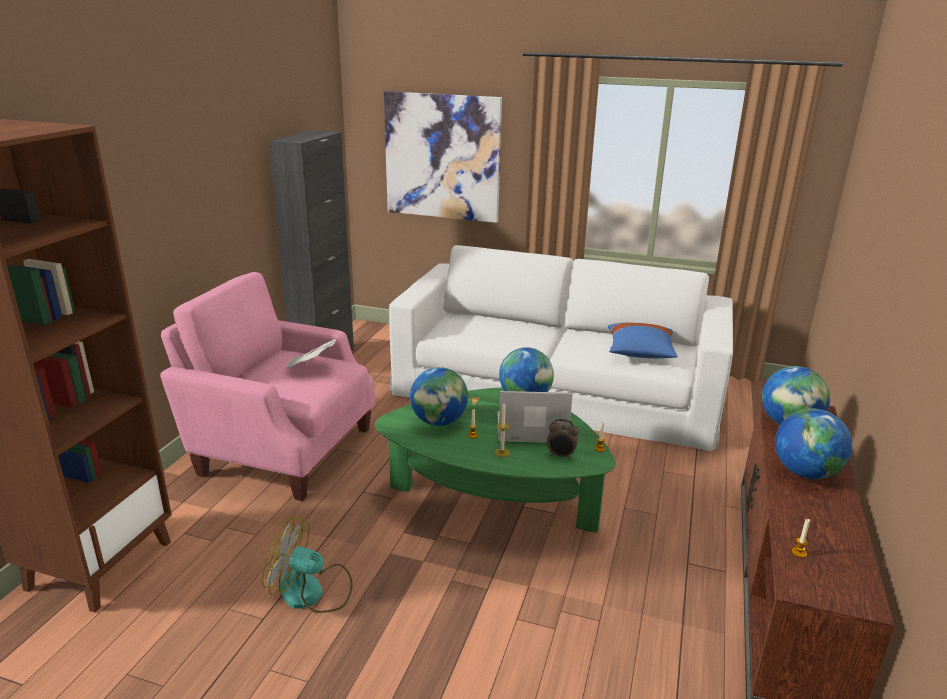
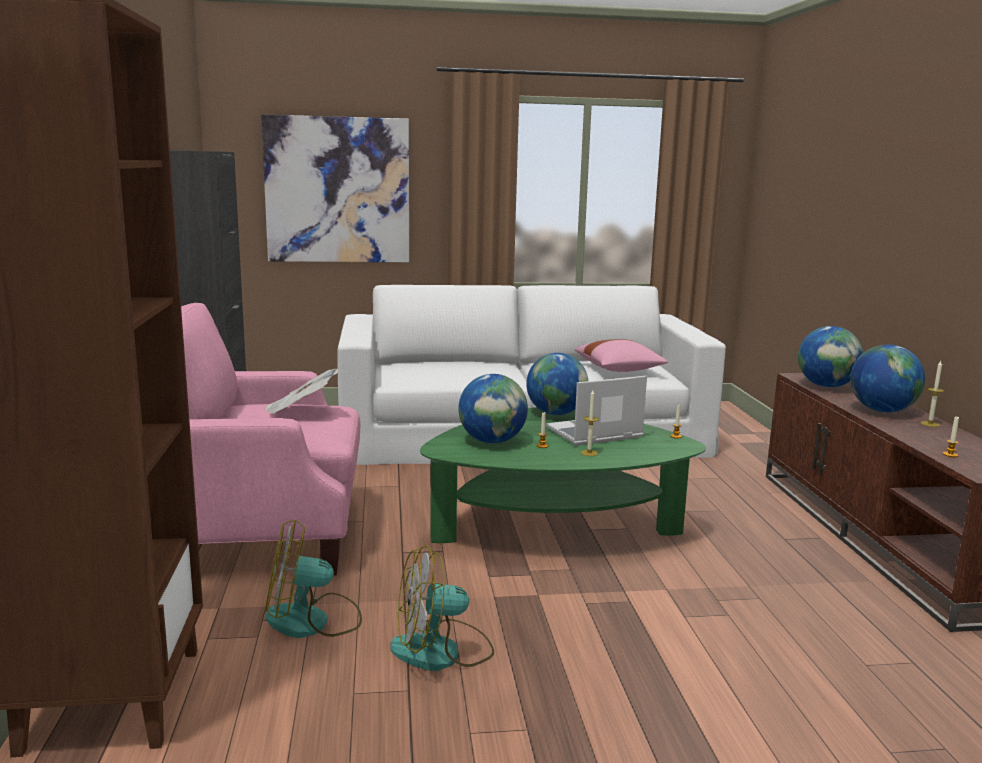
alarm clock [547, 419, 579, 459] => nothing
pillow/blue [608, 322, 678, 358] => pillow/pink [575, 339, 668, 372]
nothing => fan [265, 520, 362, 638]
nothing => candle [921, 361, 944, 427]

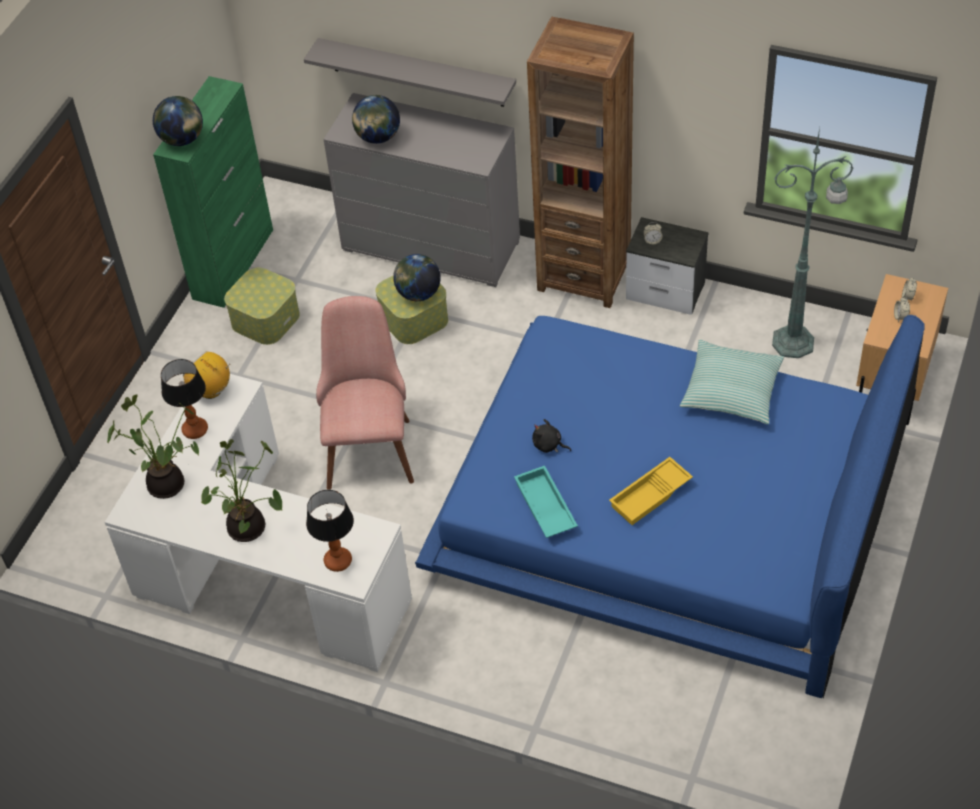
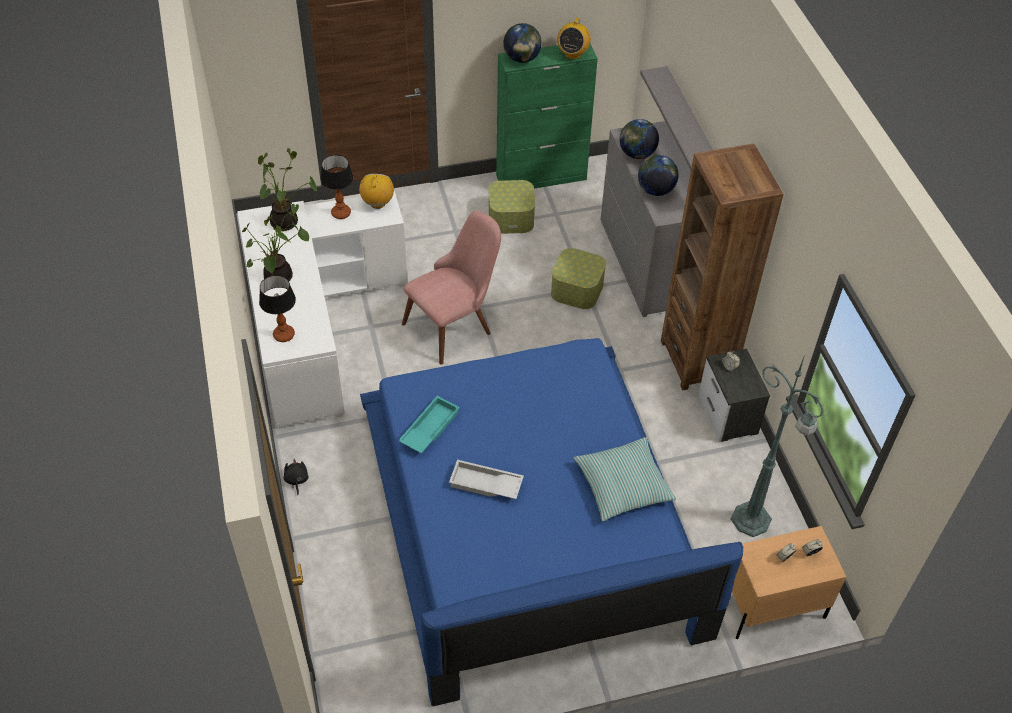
globe [393, 254, 441, 301] => globe [638, 155, 679, 196], relocated
plush toy/black [532, 419, 571, 453] => plush toy/black [283, 459, 309, 495], relocated
tray/yellow [609, 457, 693, 525] => tray/white [449, 460, 524, 499]
nothing => radio [557, 18, 591, 59]

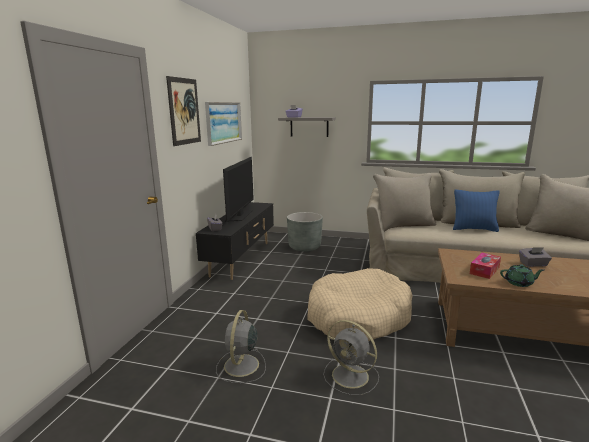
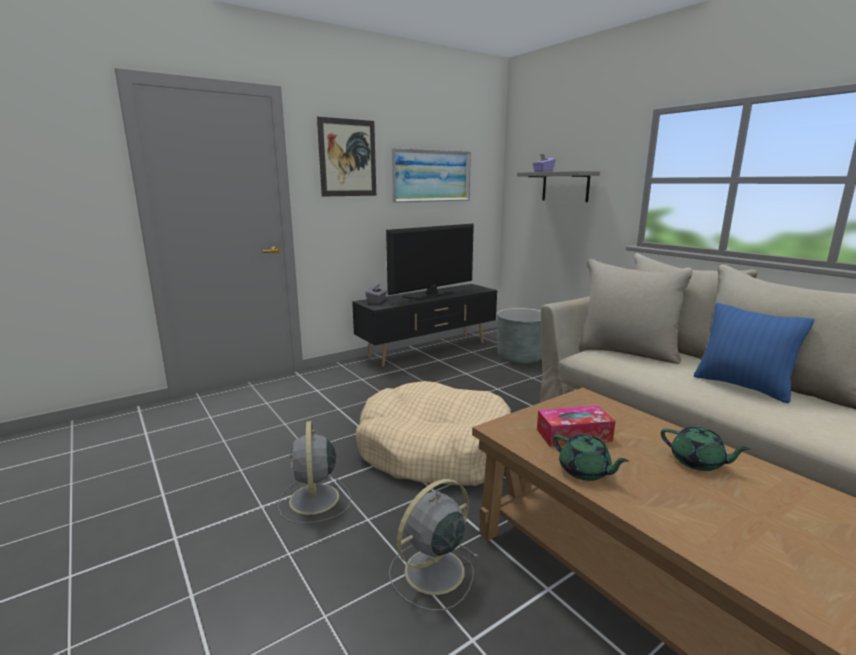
fan/grey [216, 310, 266, 383] => fan/grey [389, 479, 479, 611], relocated
tissue box/grey [519, 247, 552, 267] => teapot/green [661, 427, 750, 471]

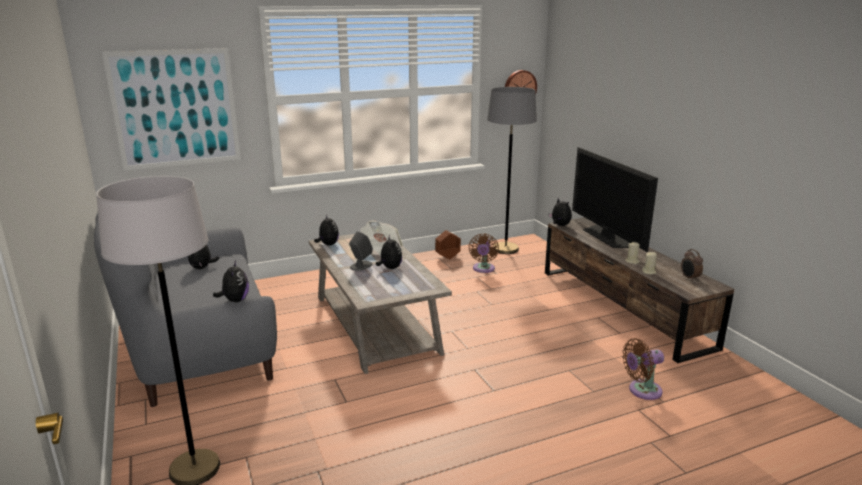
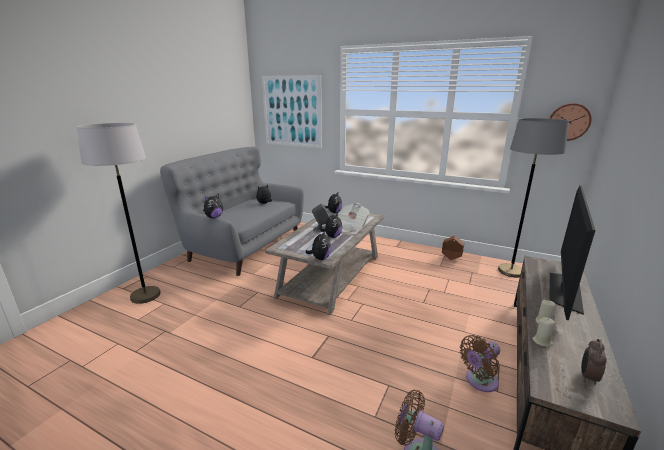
fan/brown [469, 234, 499, 273] => fan/brown [460, 335, 500, 392], relocated
plush toy [549, 198, 572, 226] => plush toy [305, 231, 331, 260], relocated

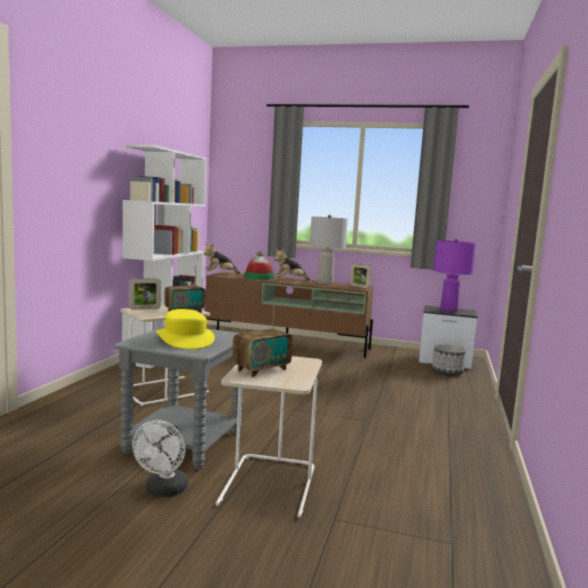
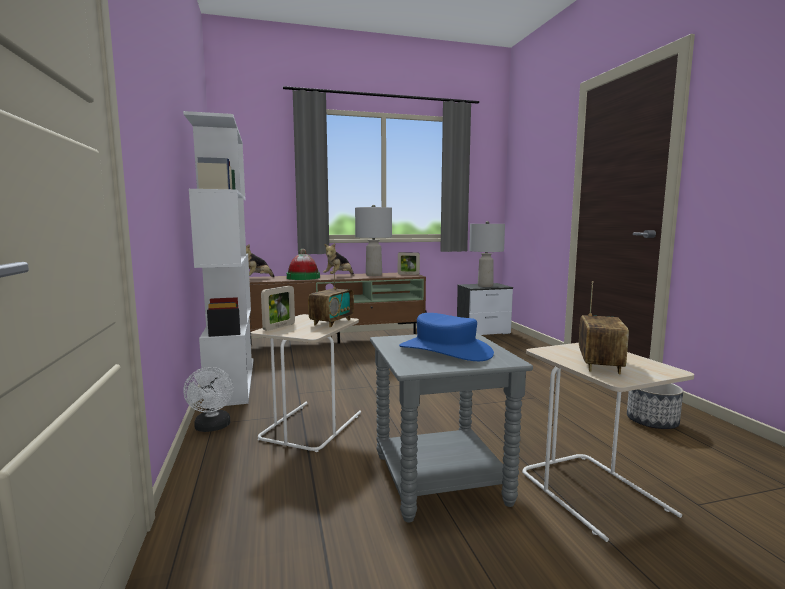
fan/white [132, 420, 188, 497] => fan/white [183, 367, 234, 432], relocated
hat/yellow [156, 309, 215, 349] => hat/blue [399, 313, 494, 361]
planter [432, 344, 466, 375] => planter [627, 383, 683, 429], relocated
table lamp/purple [433, 239, 476, 313] => table lamp/grey [469, 221, 505, 287]

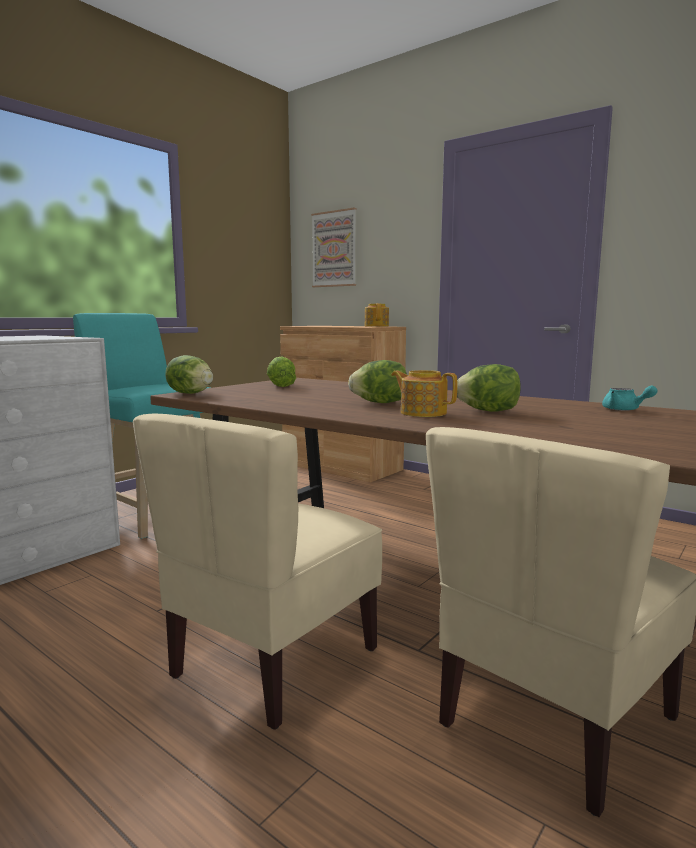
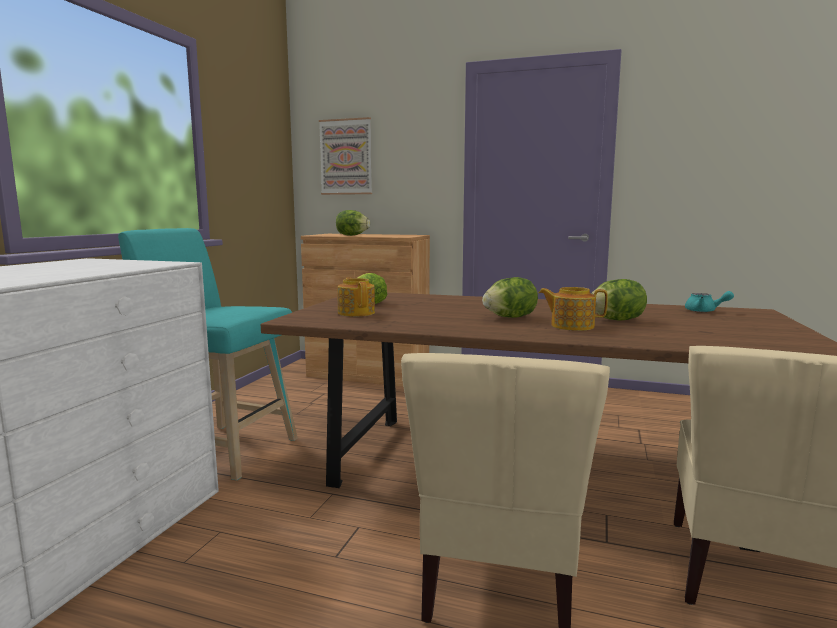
lettuce [165, 355, 213, 394] => lettuce [336, 210, 370, 236], relocated
teapot [365, 303, 389, 326] => teapot [337, 277, 375, 317], relocated

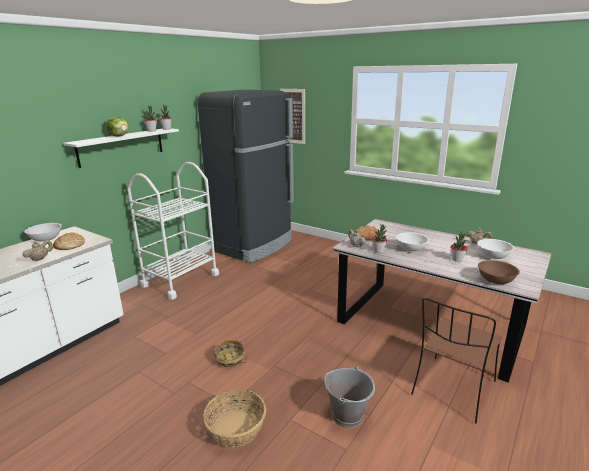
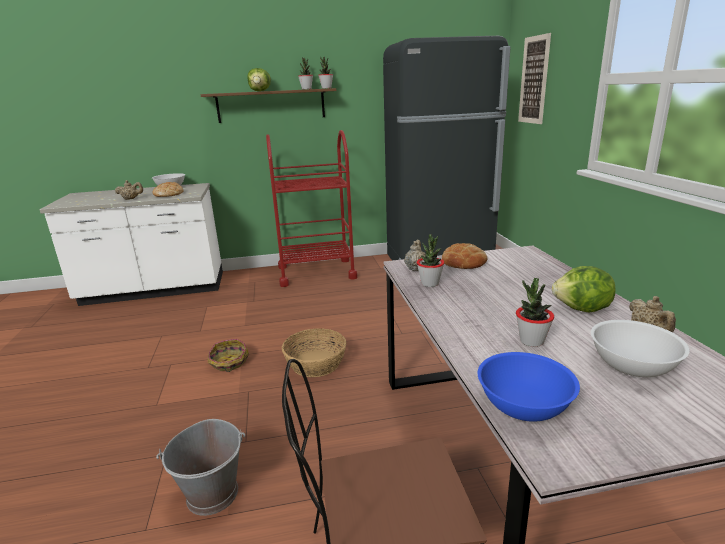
shelf/white [63, 128, 179, 168] => shelf/brown [201, 88, 336, 123]
cart/white [127, 162, 219, 300] => cart/red [266, 130, 358, 287]
basket [203, 389, 266, 447] => basket [282, 328, 346, 377], relocated
bowl/white [396, 232, 429, 251] => nothing
bowl/brown [478, 260, 520, 284] => bowl/blue [478, 352, 580, 422]
nothing => lettuce [552, 266, 615, 312]

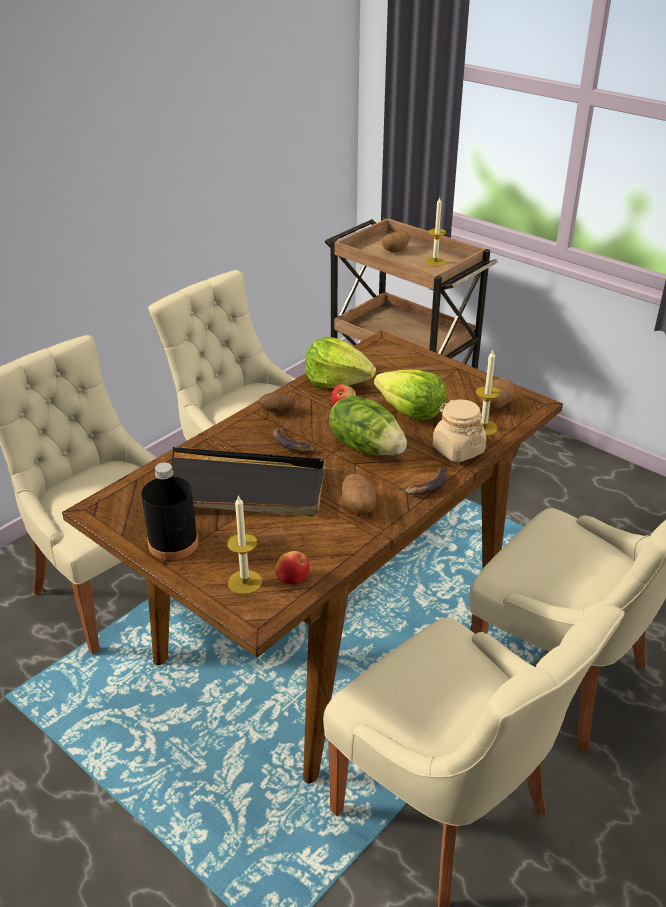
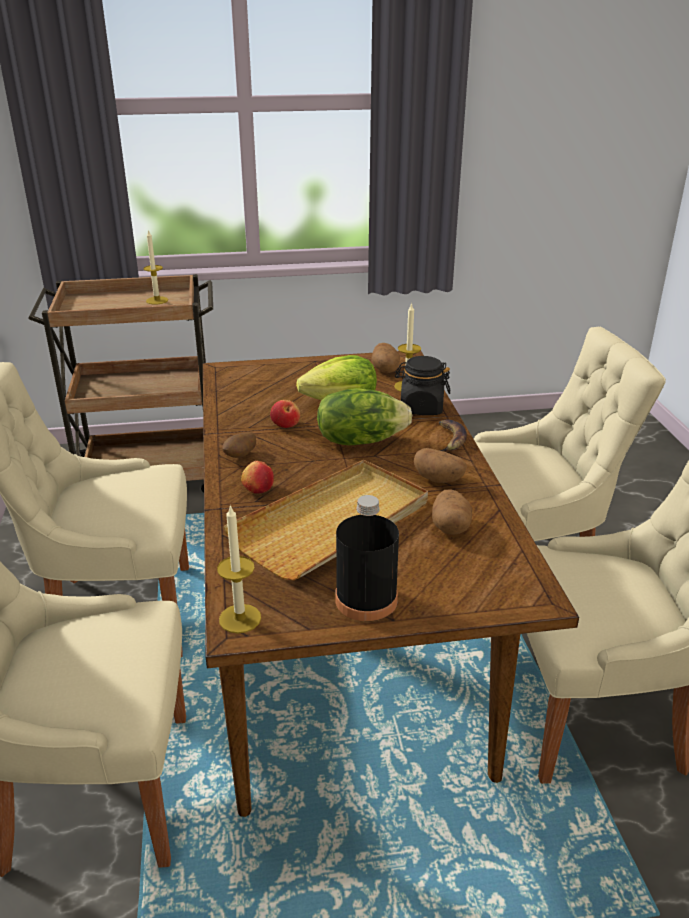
tray/black [171, 447, 325, 517] => tray/beige [224, 460, 428, 581]
candle [227, 494, 262, 595] => candle [217, 504, 261, 634], relocated
banana [273, 427, 316, 453] => nothing
apple [275, 551, 310, 584] => apple [241, 461, 274, 494], relocated
lettuce [305, 337, 376, 388] => nothing
potato [382, 231, 410, 252] => potato [432, 489, 472, 535], relocated
jar/beige [433, 399, 486, 462] => jar/black [395, 356, 450, 415]

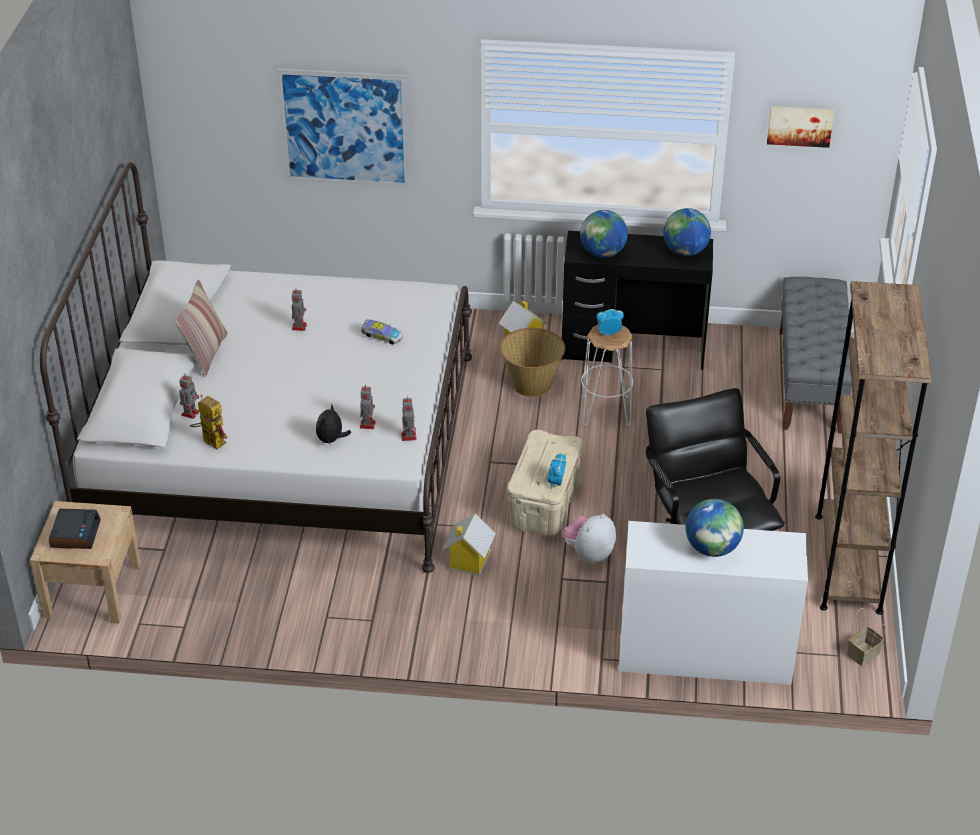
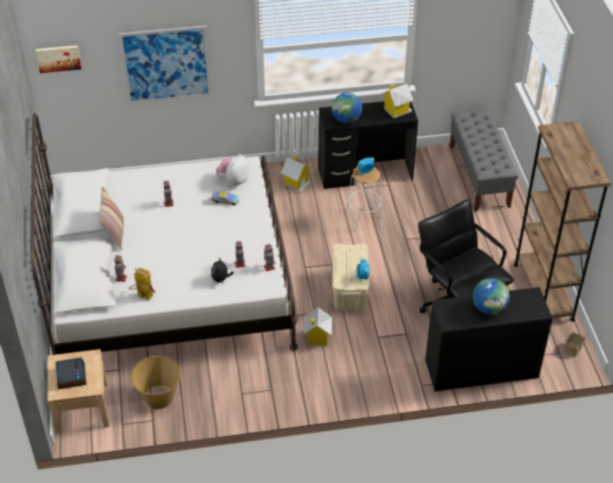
basket [499, 328, 565, 397] => basket [130, 356, 181, 409], relocated
plush toy [561, 514, 616, 564] => plush toy [216, 154, 249, 186], relocated
desk/white [619, 521, 808, 685] => desk/black [425, 287, 553, 391]
globe [663, 208, 711, 256] => toy house [381, 84, 414, 118]
picture [767, 106, 834, 148] => picture [36, 45, 81, 73], relocated

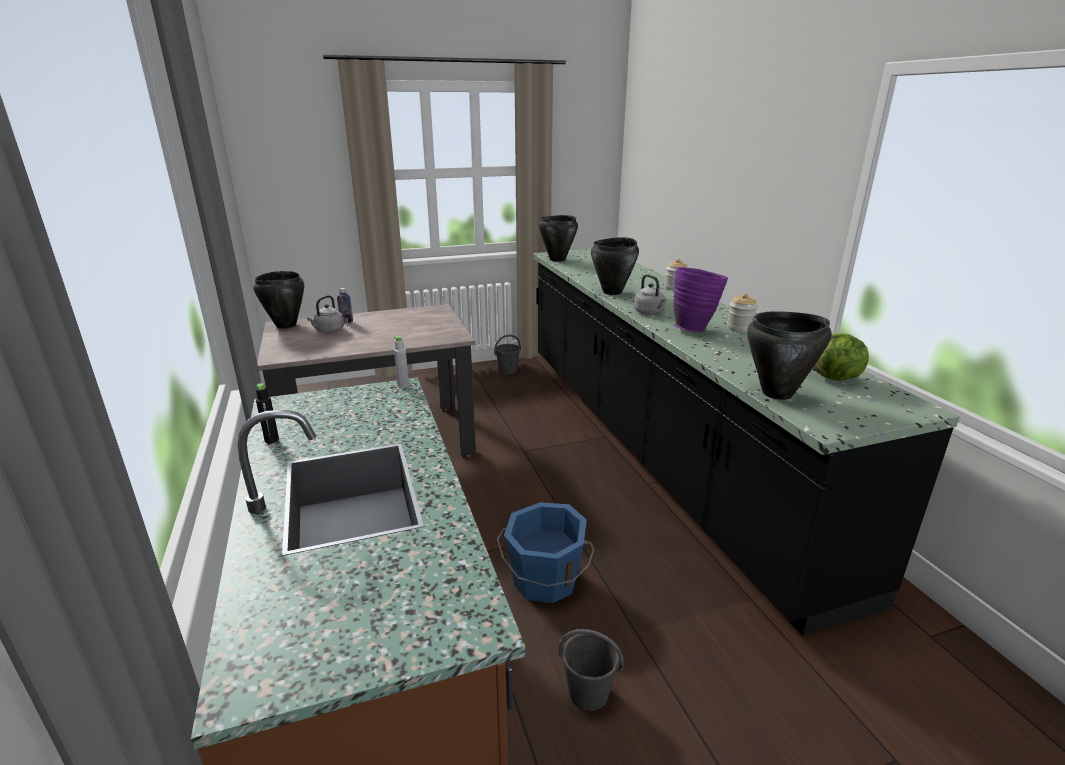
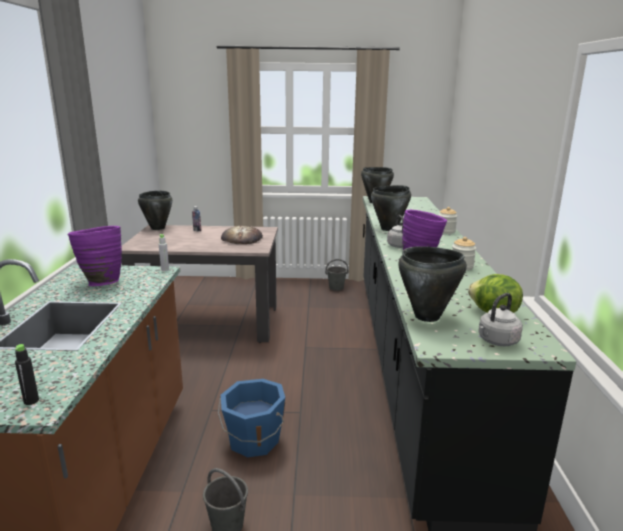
bottle/black [256, 383, 279, 443] => bottle/black [15, 344, 39, 405], relocated
kettle/grey [307, 295, 344, 333] => kettle/grey [478, 293, 523, 347], relocated
nothing => vase/purple [68, 226, 122, 286]
nothing => bread [221, 225, 263, 244]

